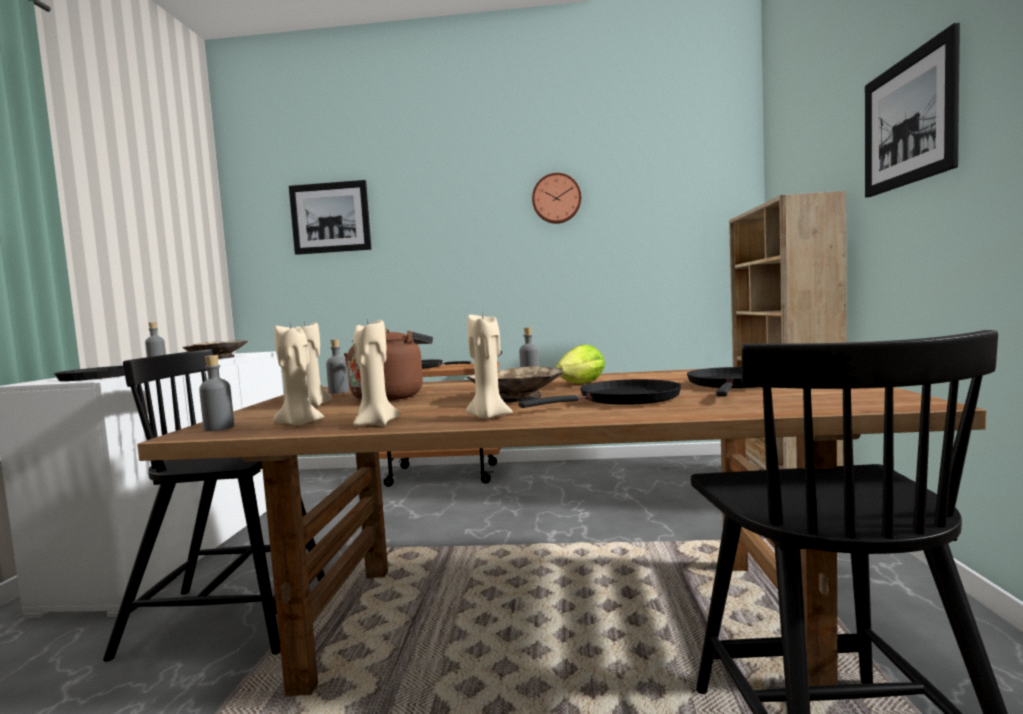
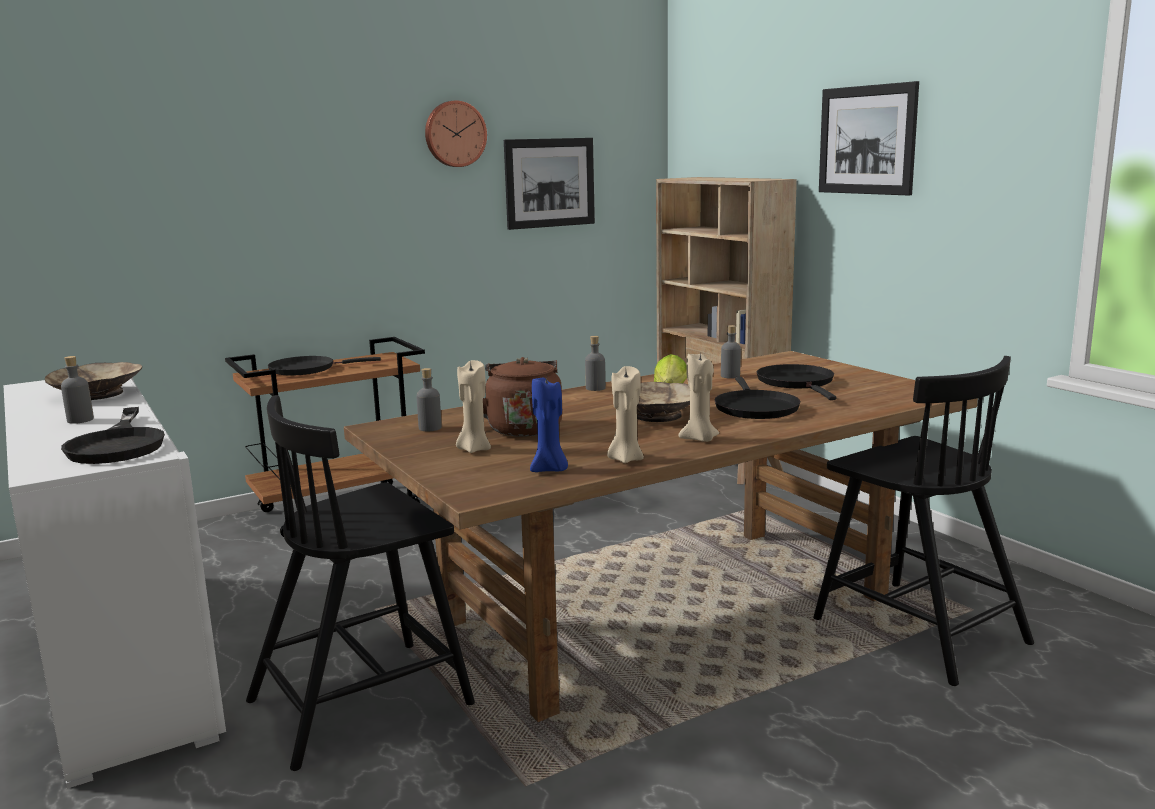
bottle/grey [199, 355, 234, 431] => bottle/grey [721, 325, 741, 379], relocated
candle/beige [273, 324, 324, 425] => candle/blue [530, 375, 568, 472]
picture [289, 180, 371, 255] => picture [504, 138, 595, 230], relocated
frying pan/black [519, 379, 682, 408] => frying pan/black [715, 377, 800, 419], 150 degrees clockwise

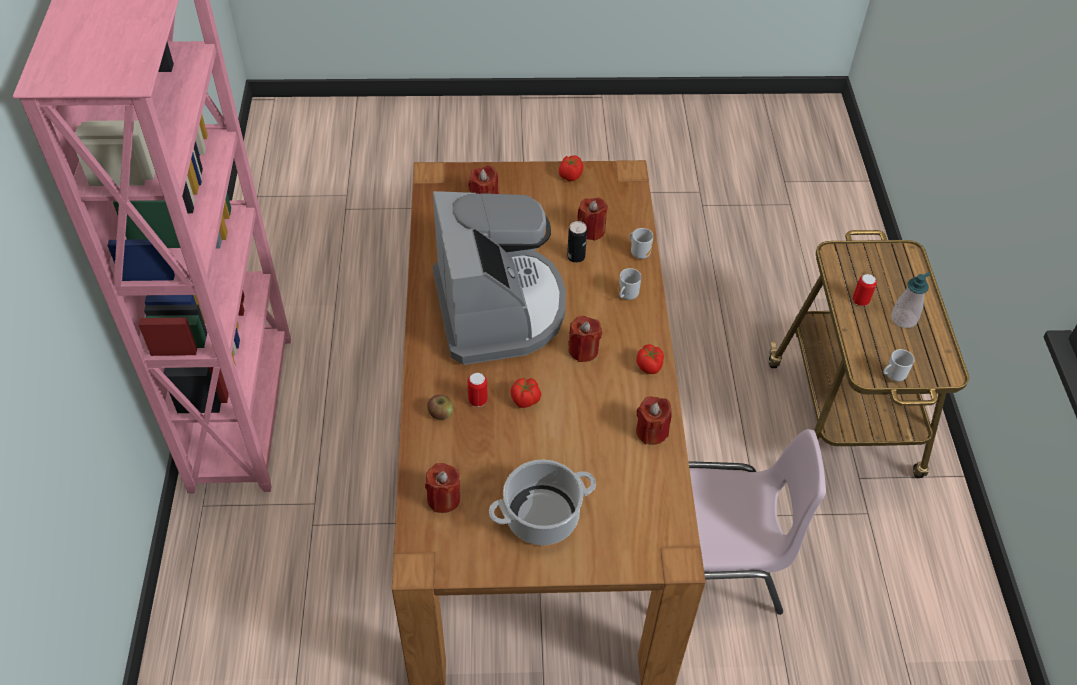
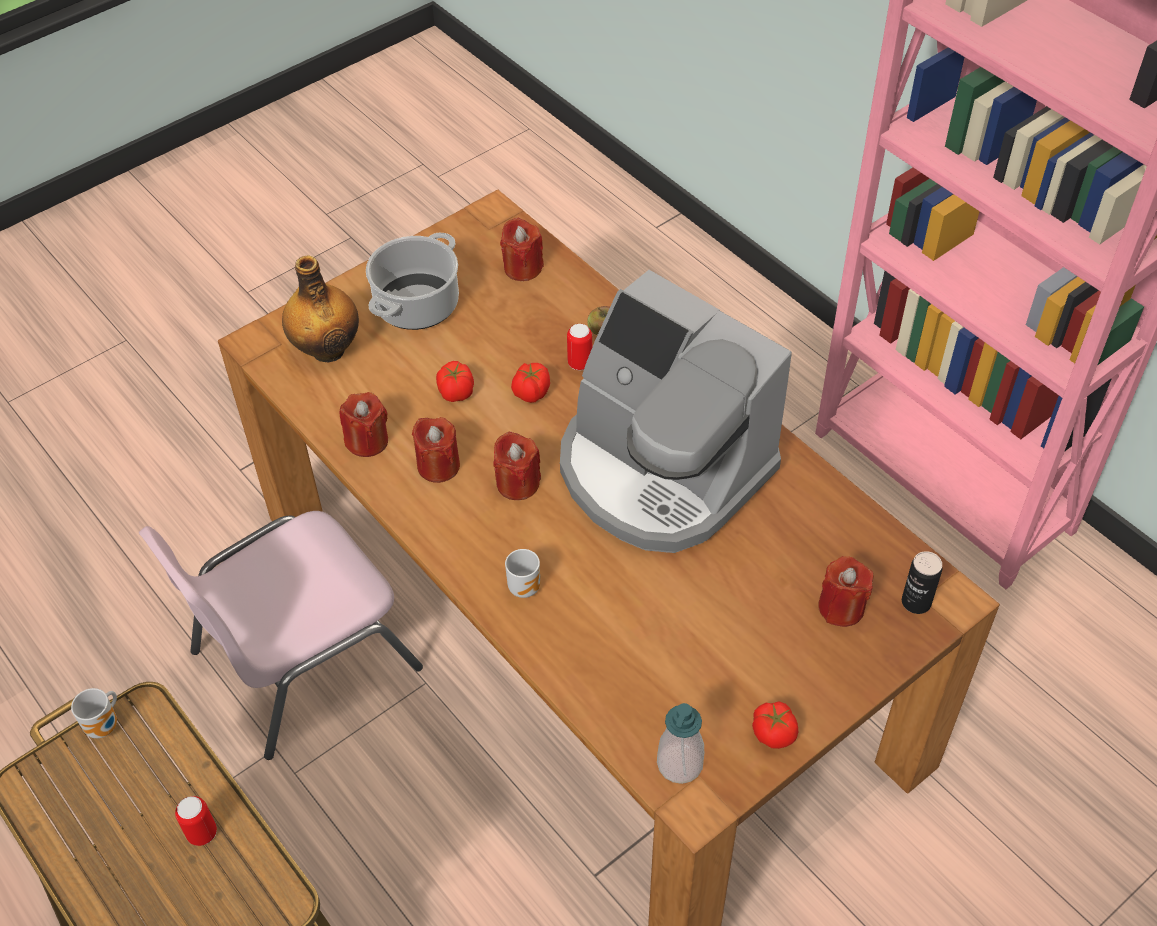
can [567, 221, 587, 263] => can [902, 551, 942, 614], relocated
candle/red [577, 197, 608, 241] => candle/red [412, 417, 460, 483], relocated
mug [629, 228, 654, 259] => nothing
tomato [636, 344, 664, 374] => tomato [436, 361, 474, 402], relocated
soap dispenser [891, 272, 931, 328] => soap dispenser [657, 703, 704, 784], relocated
nothing => bottle [282, 255, 359, 362]

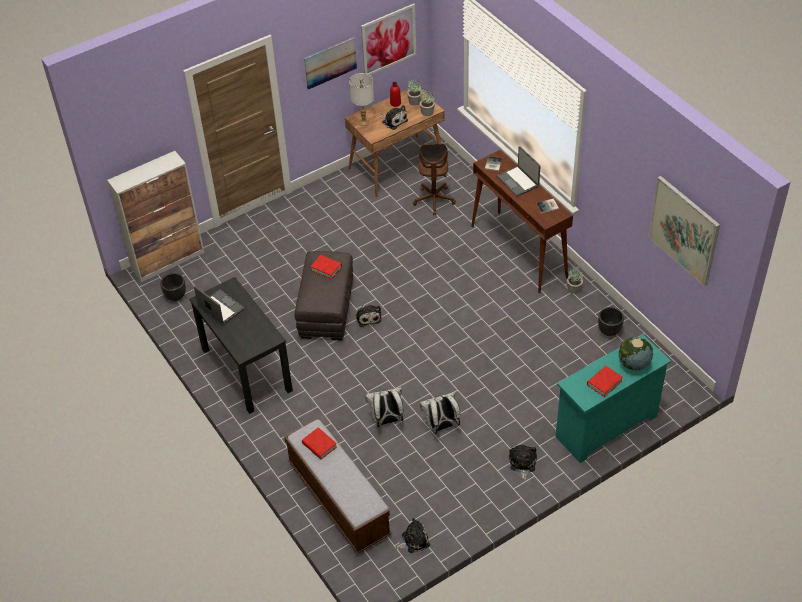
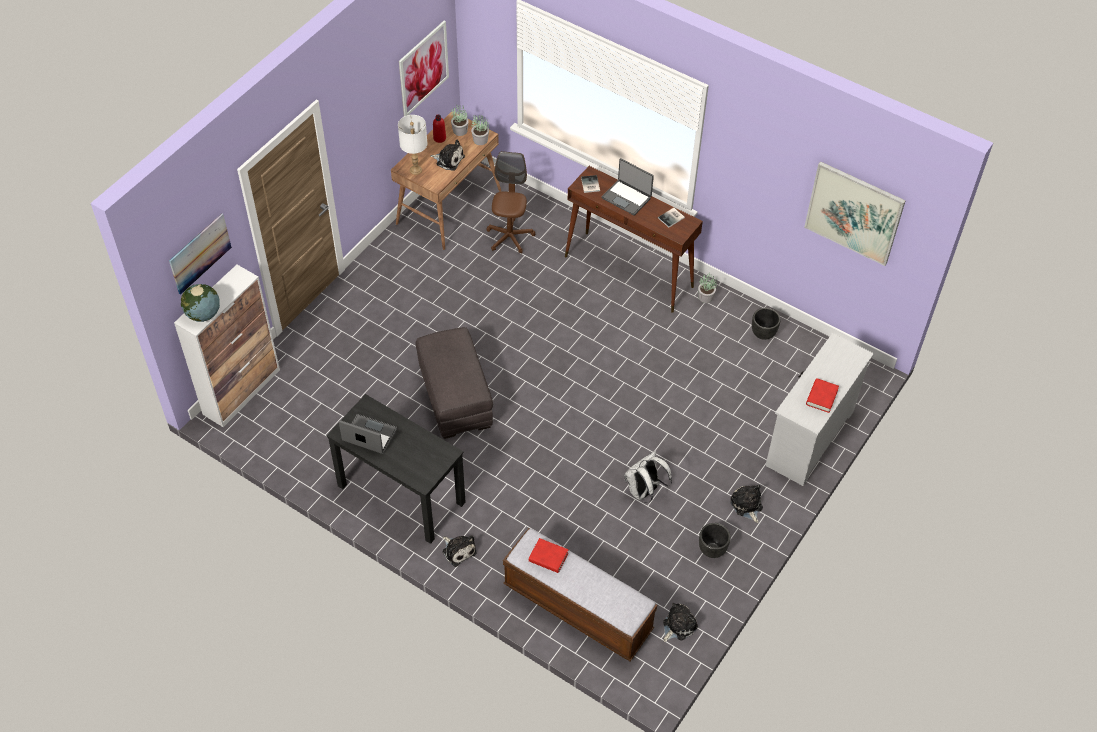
planter/black [160, 273, 186, 301] => planter/black [699, 523, 731, 558], relocated
picture [304, 37, 357, 90] => picture [169, 213, 232, 295], relocated
book/red [310, 255, 342, 279] => nothing
plush toy [356, 305, 381, 327] => plush toy [443, 535, 477, 567], relocated
backpack/white [365, 387, 403, 428] => nothing
office chair/brown [413, 143, 456, 215] => office chair/brown [486, 151, 535, 253], 150 degrees counterclockwise
dresser/turquoise [556, 334, 671, 463] => dresser/white [765, 333, 874, 486]
globe [619, 337, 653, 371] => globe [181, 284, 220, 322], relocated

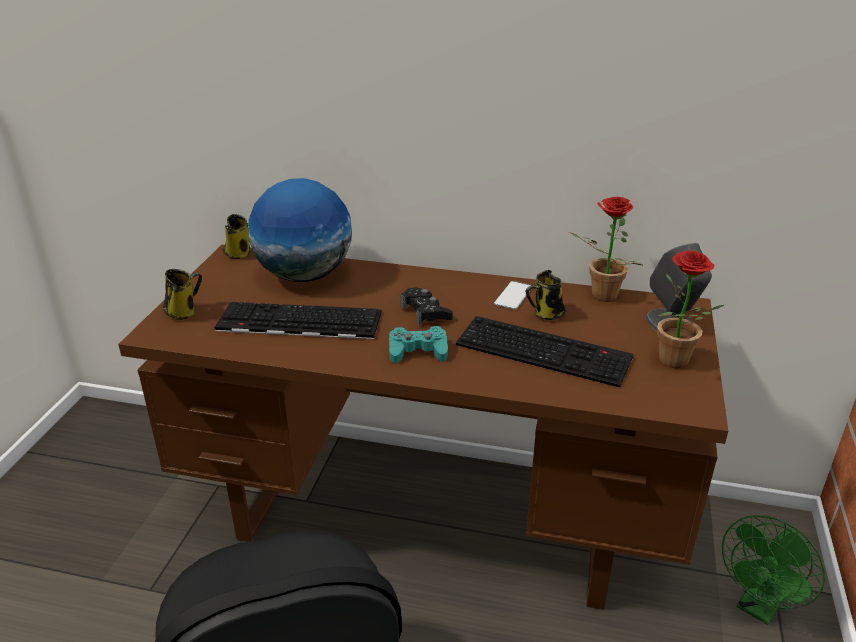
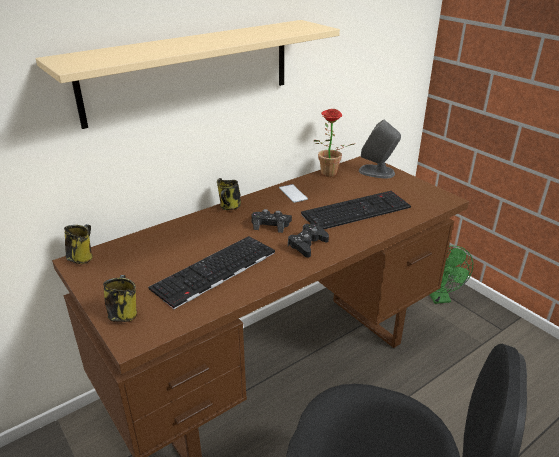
globe [248, 178, 352, 282] => nothing
game controller/turquoise [389, 326, 448, 363] => game controller/black [288, 224, 329, 258]
mug [525, 270, 566, 320] => mug [217, 178, 241, 210], relocated
potted plant [657, 250, 724, 369] => nothing
nothing => shelf/beige [36, 20, 340, 129]

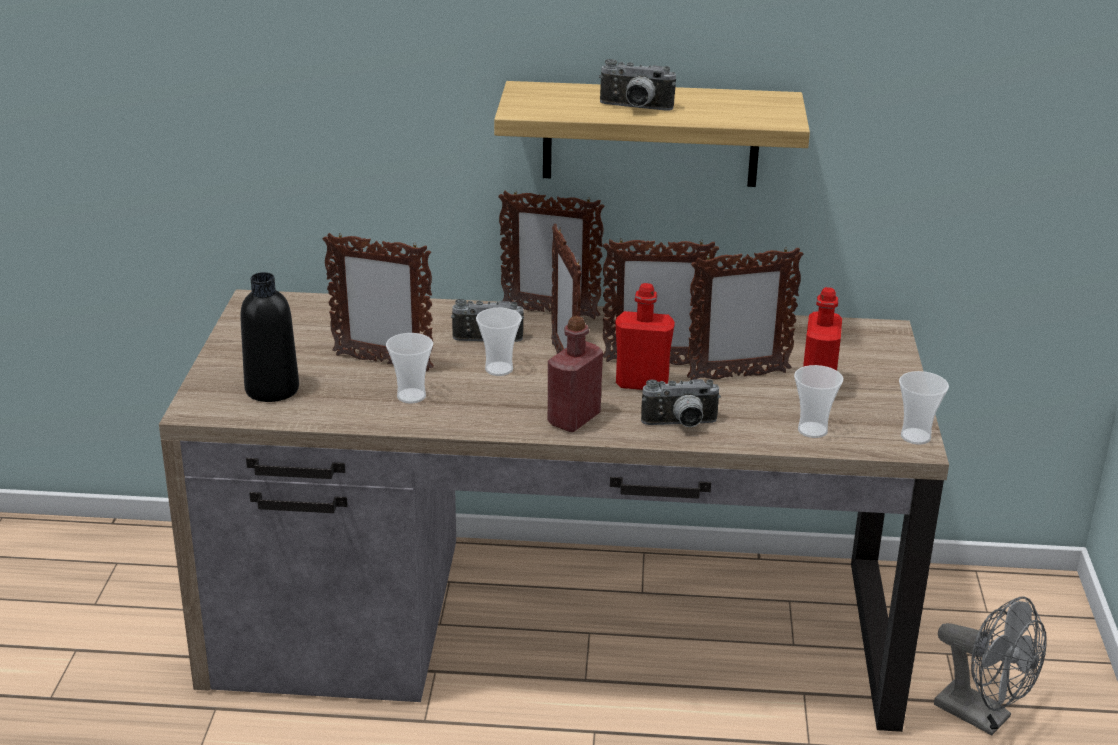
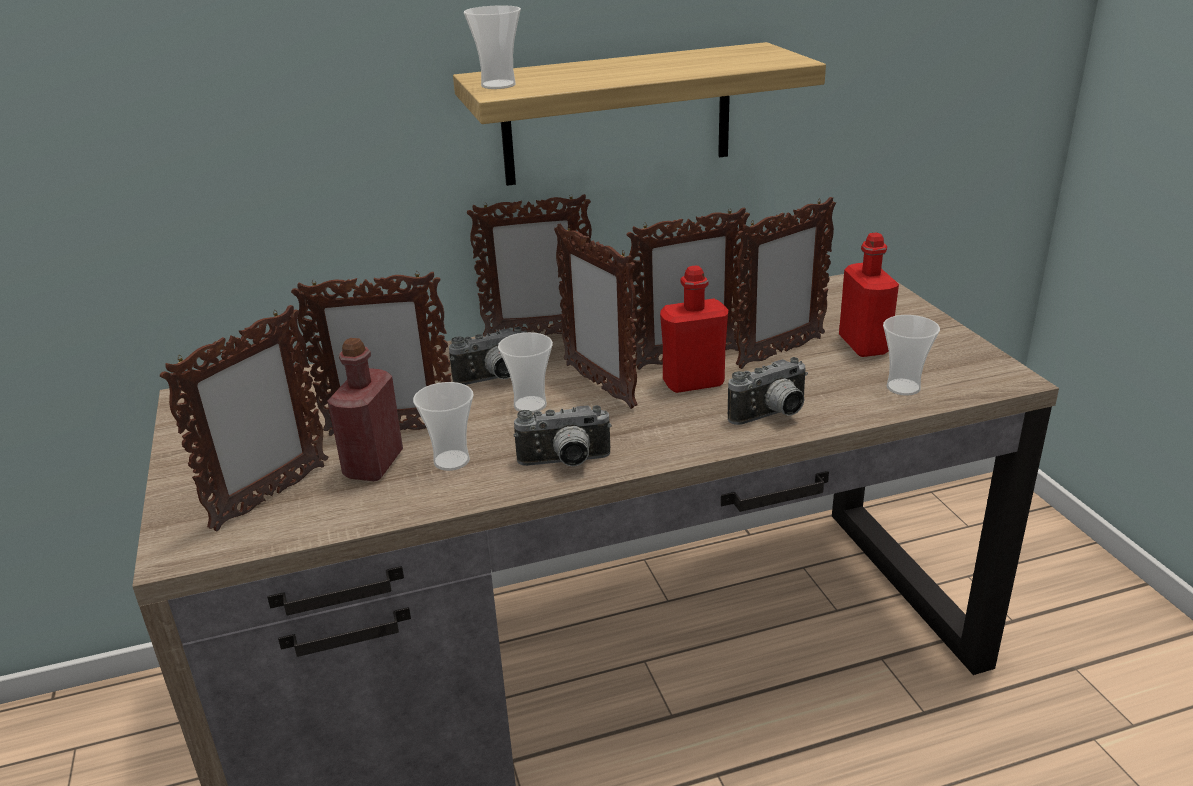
bottle/black [240, 272, 299, 402] => picture frame [160, 305, 328, 531]
bottle/red [548, 316, 603, 432] => bottle/red [327, 338, 403, 481], relocated
photo camera [599, 59, 676, 111] => photo camera [514, 405, 612, 467], relocated
cup [899, 371, 949, 444] => cup [464, 5, 521, 89], relocated
fan/grey [934, 597, 1047, 736] => nothing

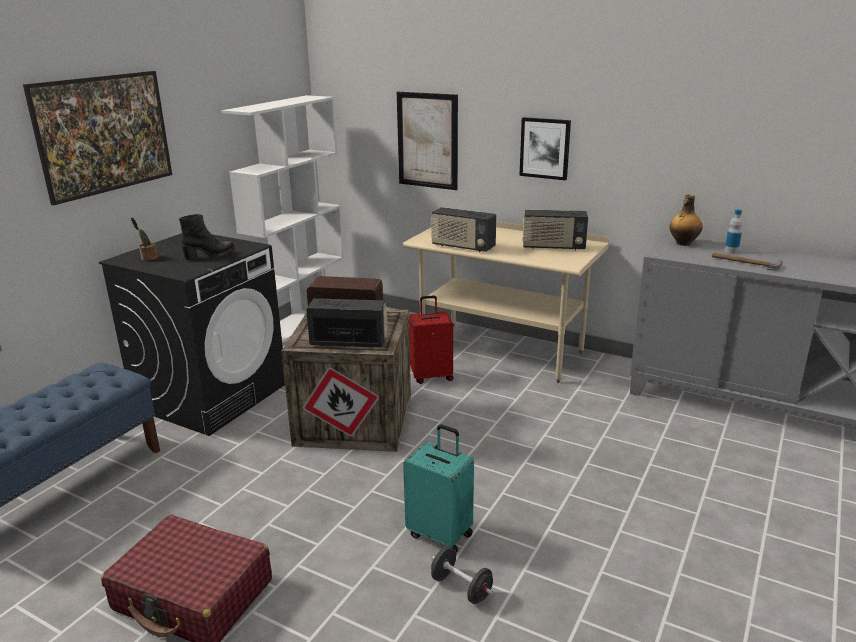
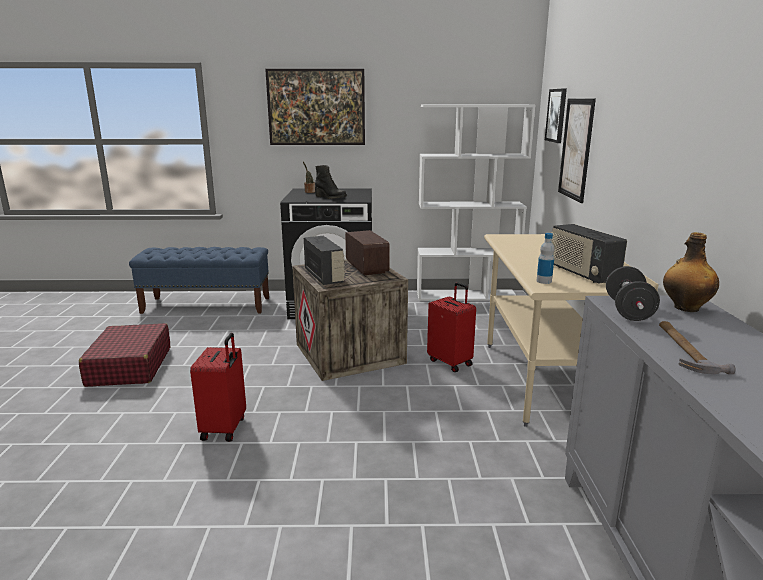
suitcase/turquoise [403, 424, 474, 552] => suitcase/red [190, 333, 246, 442]
radio [431, 207, 496, 252] => nothing
dumbbell/black [431, 546, 493, 604] => dumbbell/black [606, 266, 660, 321], relocated
picture [519, 117, 571, 181] => picture [545, 89, 567, 143], relocated
bottle [725, 209, 743, 254] => bottle [537, 233, 555, 284], relocated

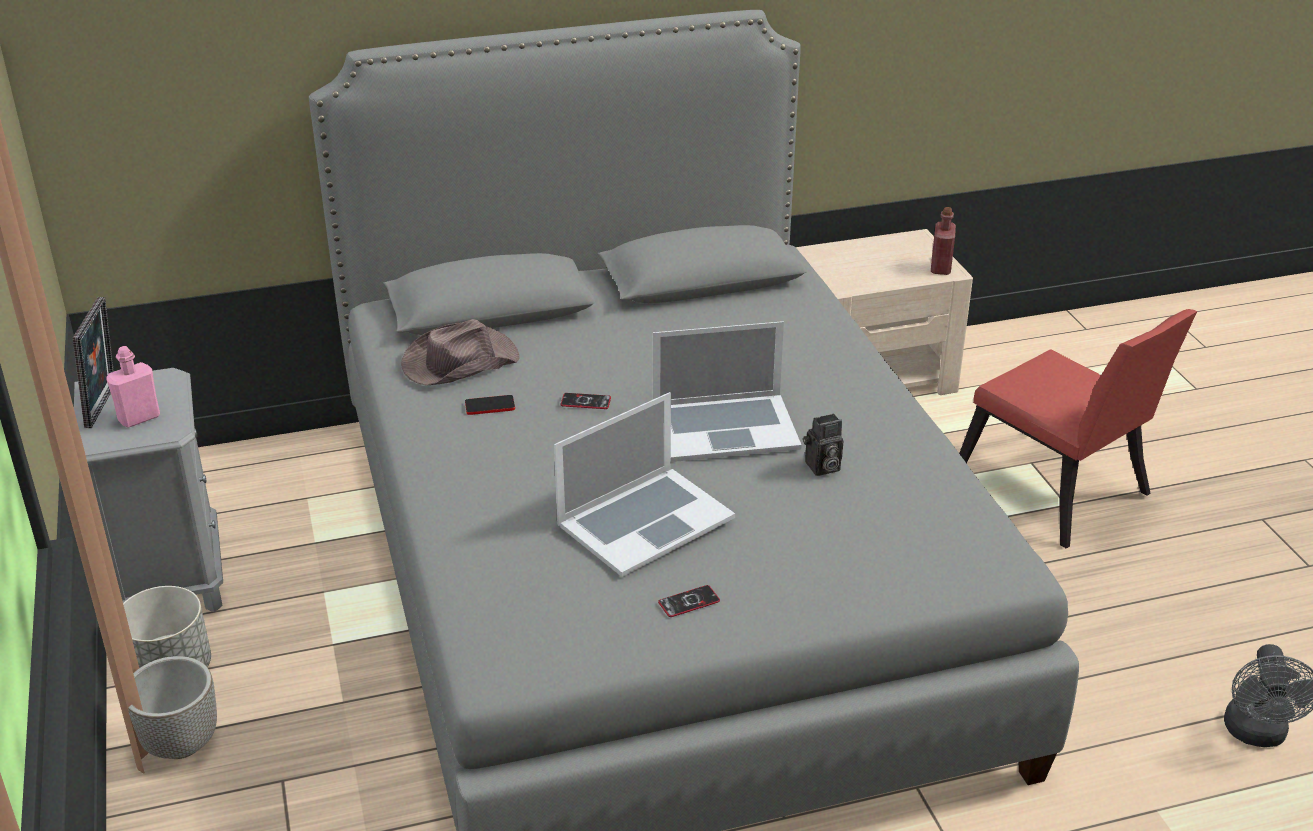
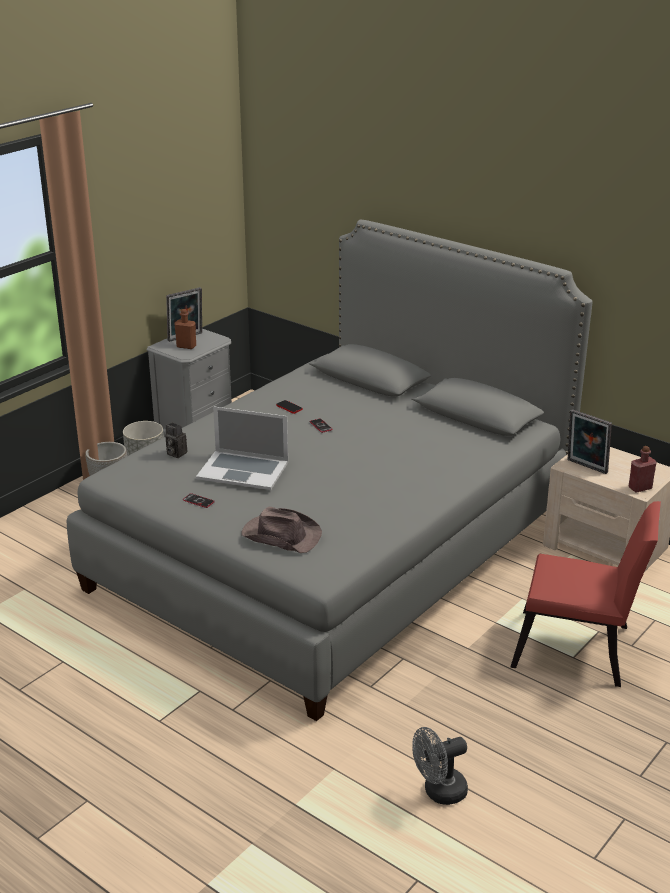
bottle/pink [107, 346, 160, 428] => bottle/brown [174, 309, 196, 349]
hat/brown [401, 319, 520, 386] => hat/brown [241, 507, 322, 553], relocated
laptop [653, 321, 802, 462] => nothing
photo camera [803, 413, 843, 476] => photo camera [165, 423, 187, 458], relocated
chair/red [959, 309, 1197, 549] => chair/red [511, 501, 661, 687], 90 degrees counterclockwise
nothing => picture frame [567, 409, 612, 474]

